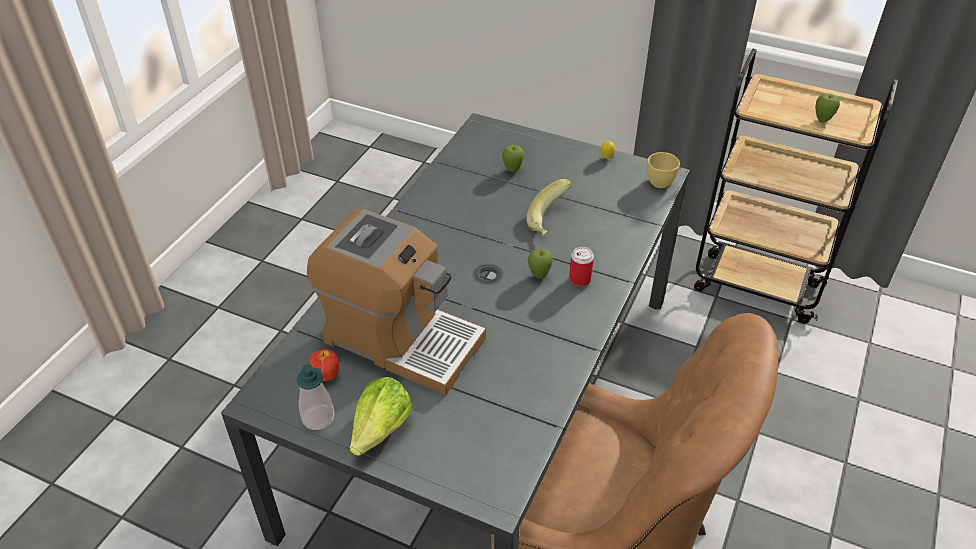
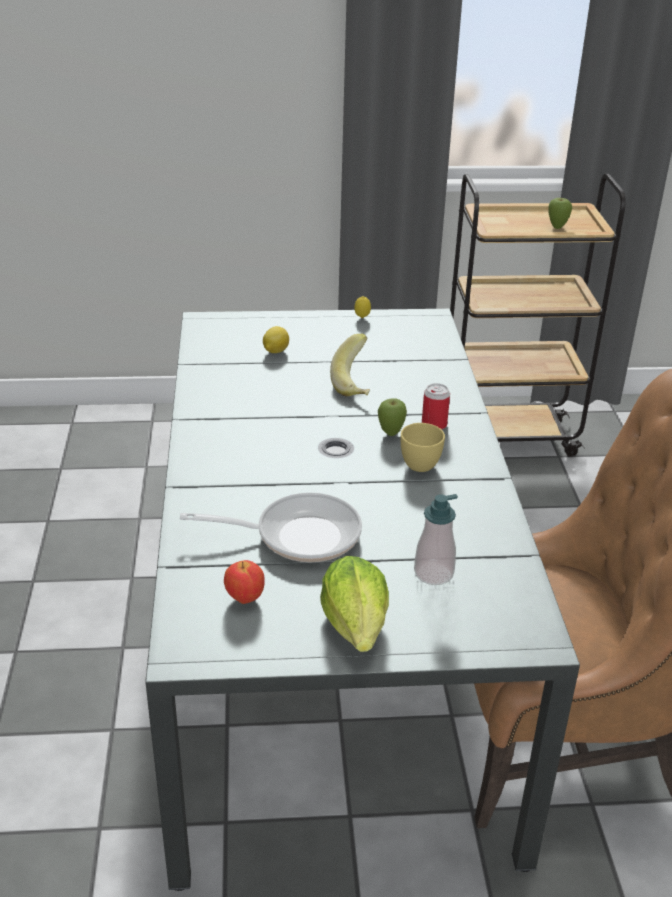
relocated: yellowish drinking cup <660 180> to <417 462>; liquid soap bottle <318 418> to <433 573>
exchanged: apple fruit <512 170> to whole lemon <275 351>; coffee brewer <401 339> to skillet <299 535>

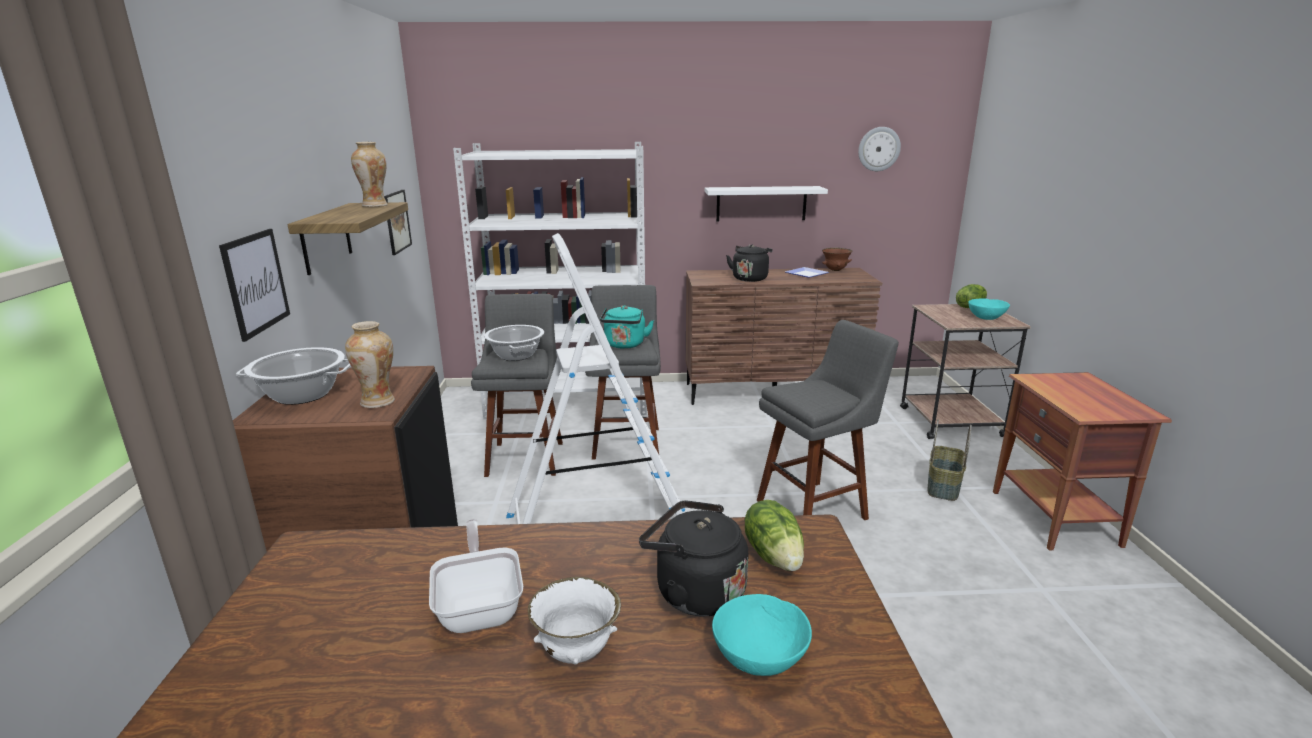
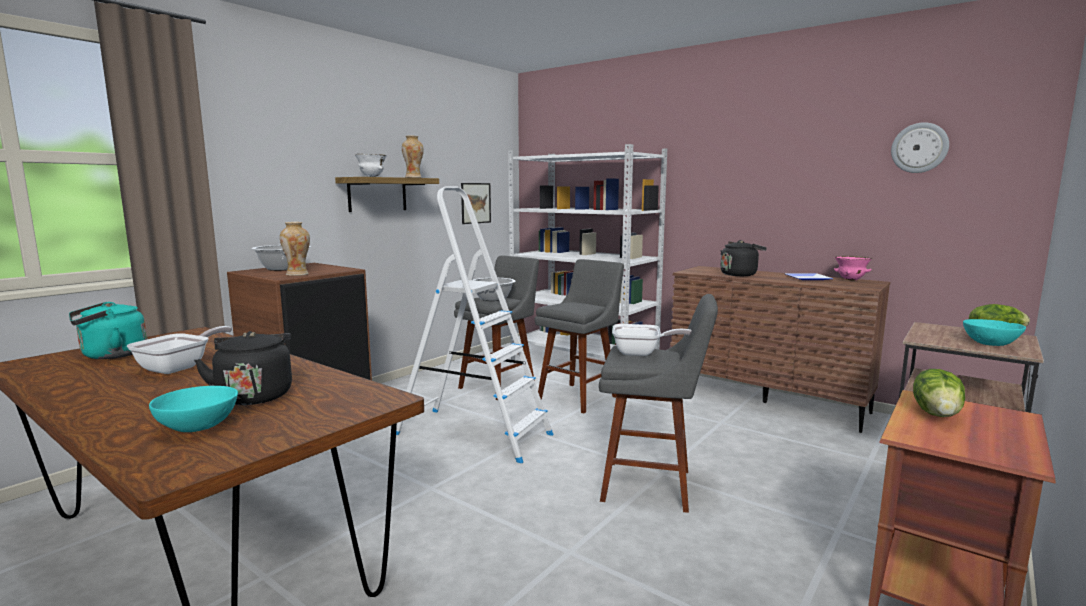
missing: white-coloured shelf <761 203>; wall art <256 282>; basket <942 486>
appeared: skillet <642 353>
relocated: turquoise tea kettle <625 345> to <110 355>; lettuce head <774 555> to <937 414>; white-coloured bowl <576 654> to <372 176>
colour: brown-coloured bowl <835 270> to pink bowl <851 280>

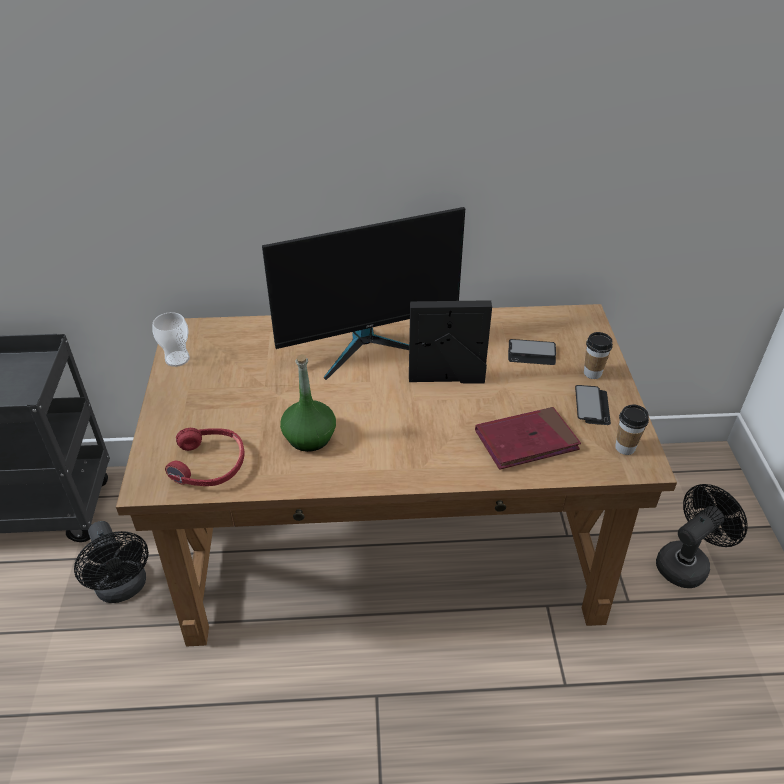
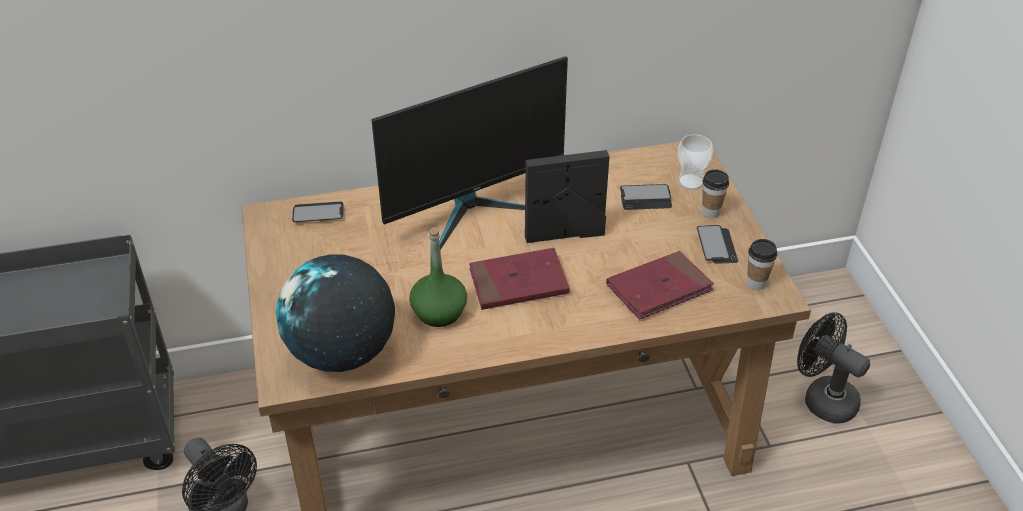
appeared: telephone <318 213>; reddish bound book <518 283>
relocated: drinking cup <177 359> to <691 182>
exchanged: reddish headset <208 465> to globe <342 353>
spun: black-coloured electric fan <687 562> = <822 398> 90 degrees counterclockwise

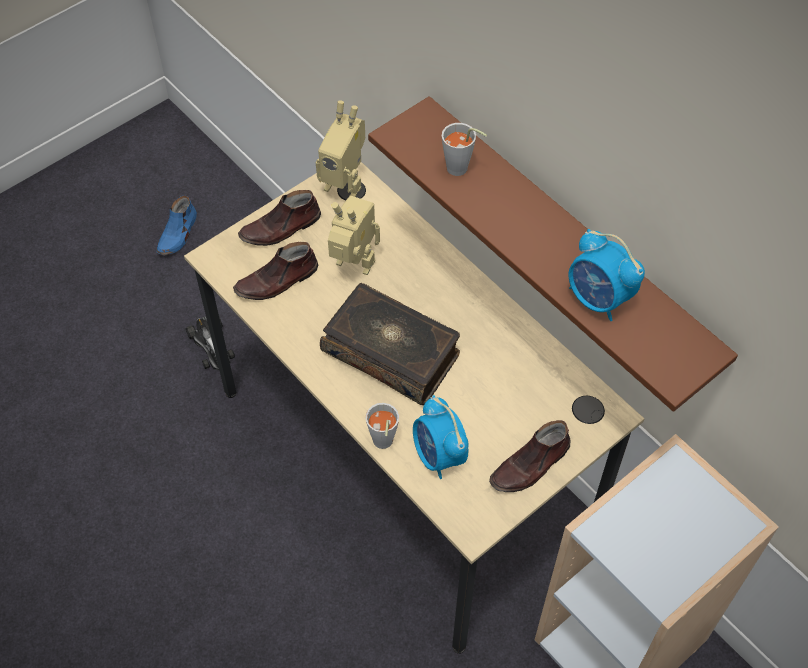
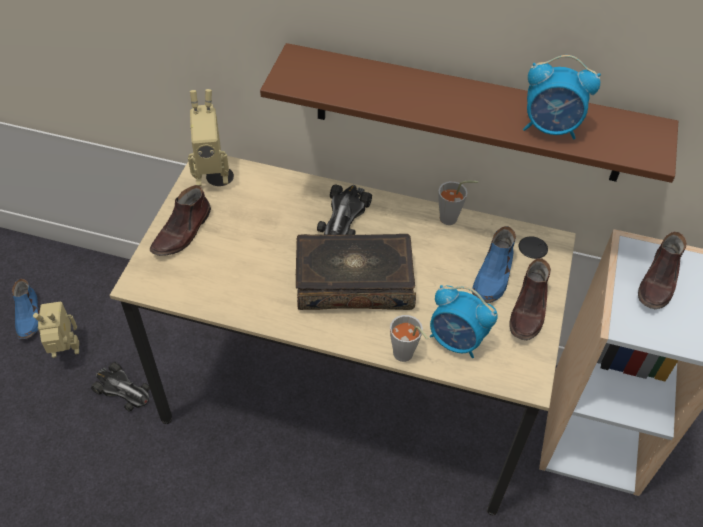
appeared: miniature car <344 216>; bluish shoe <493 275>
relocated: grey drinking cup <461 170> to <452 218>; toy robot <353 267> to <65 353>; brown-coloured shoe <277 281> to <659 282>

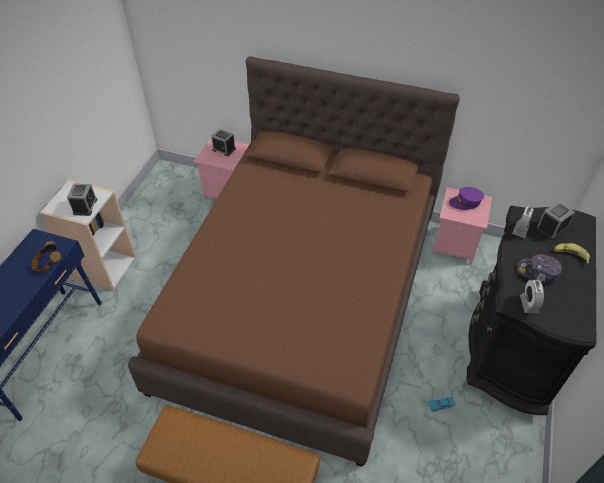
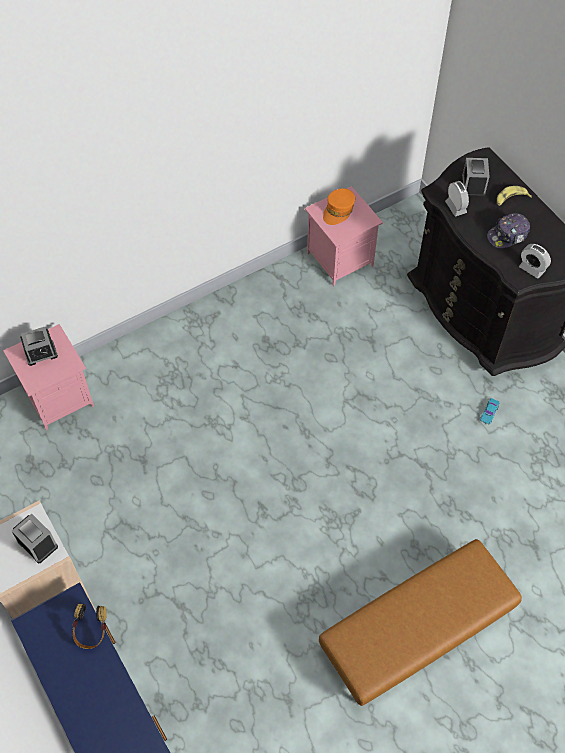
missing: brown-coloured bed <302 299>
colour: purplish baseball cap <465 202> to orange baseball cap <338 211>

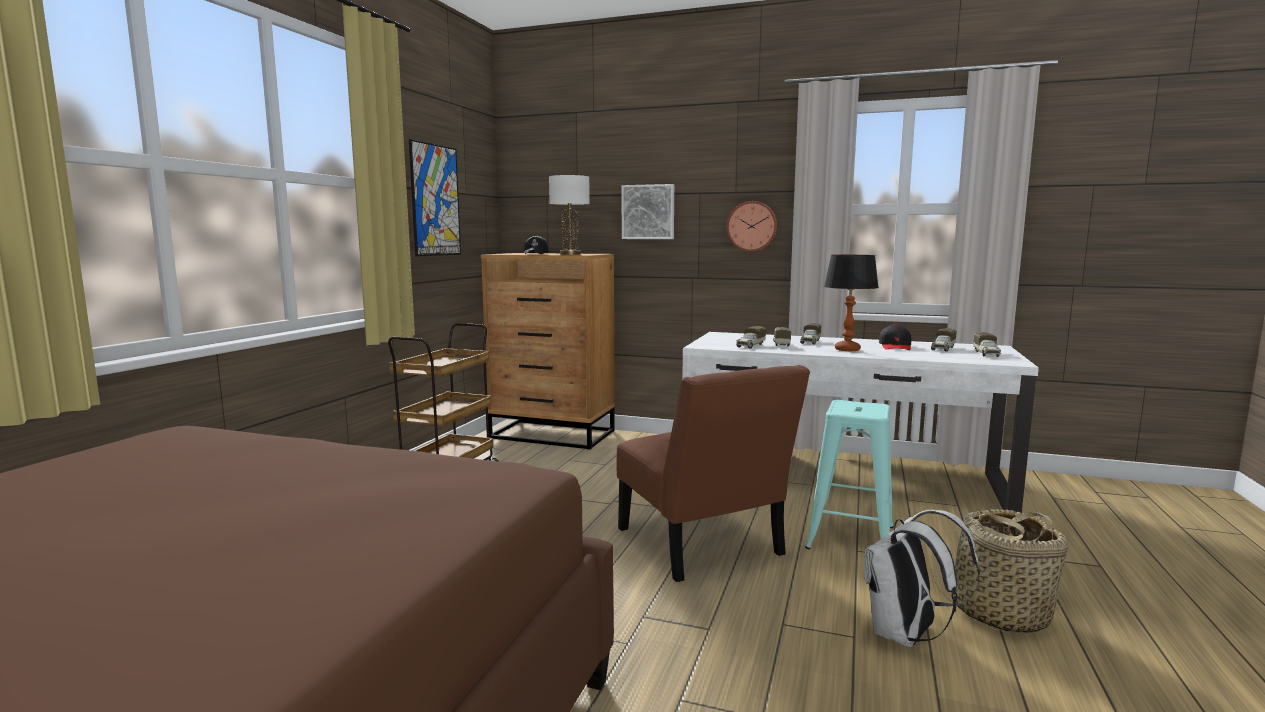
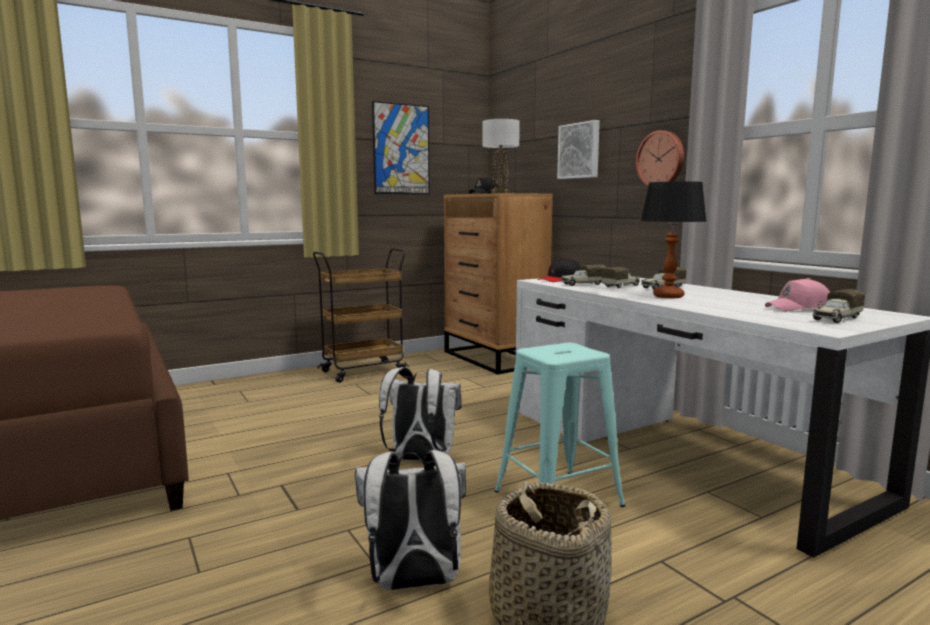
relocated: black-coloured baseball cap <895 346> to <559 279>
exchanged: model truck <942 349> to pink baseball cap <799 308>; brown-coloured chair <703 546> to white-coloured knapsack <420 460>

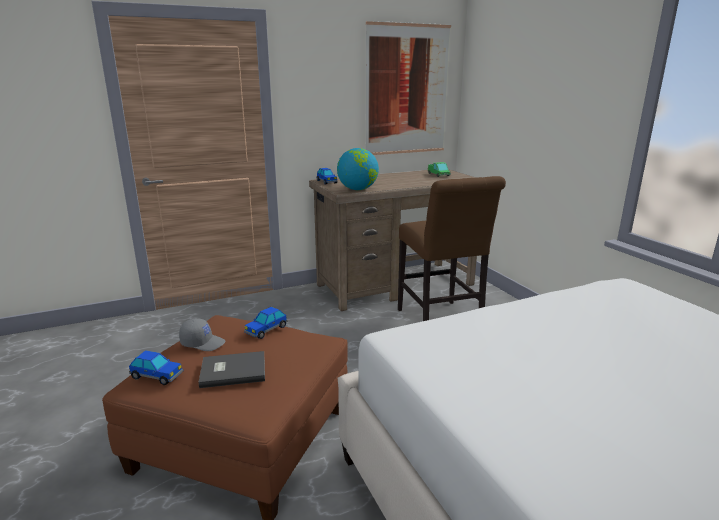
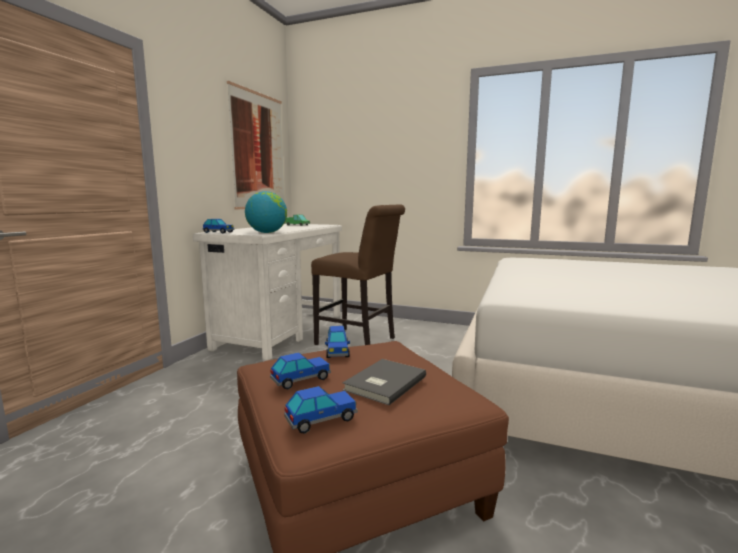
exchanged: grey baseball cap <203 342> to miniature car <301 380>
colour: brown-coloured desk <395 284> to white-coloured desk <281 331>

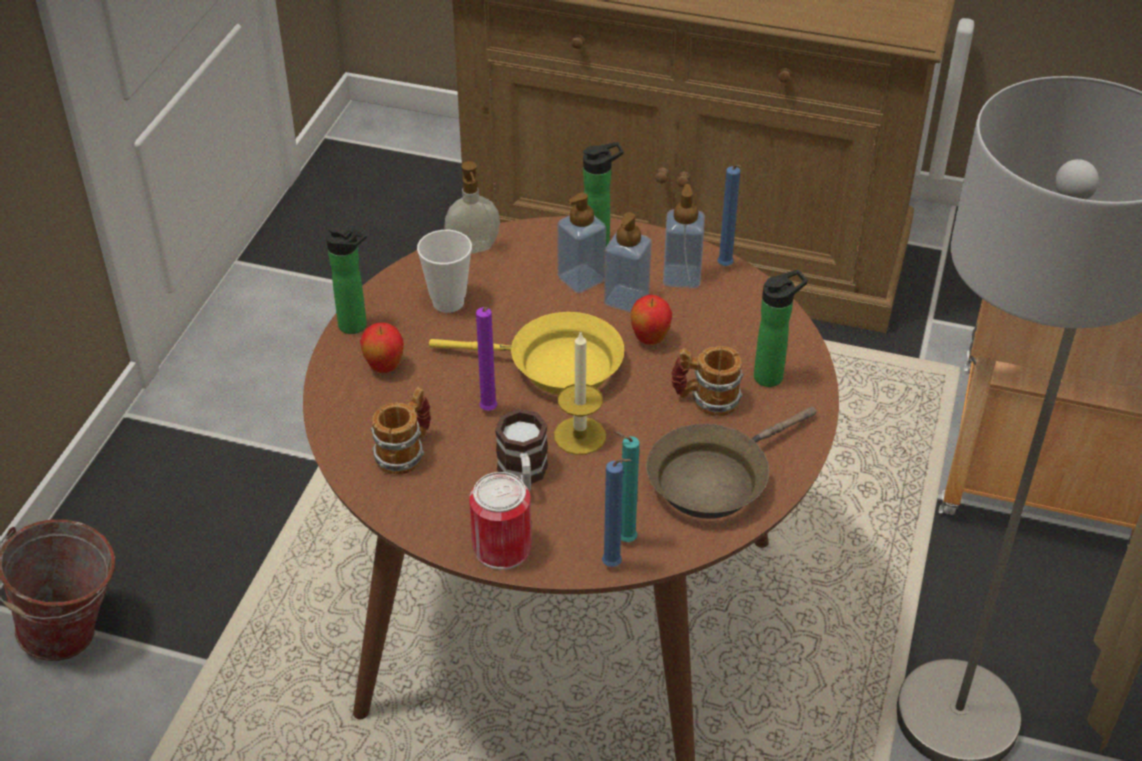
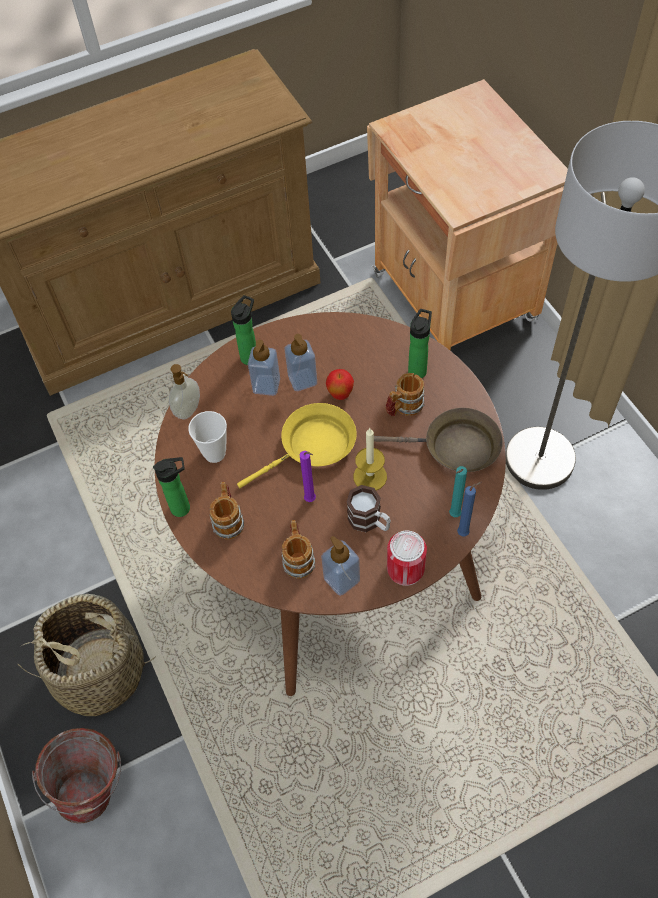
missing: bluish wax candle <726 267>
appeared: basket <99 671>
relocated: liquid soap bottle <681 277> to <341 579>
exchanged: apple fruit <384 367> to coffee mug <228 519>
spun: brown-coloured skillet <714 478> = <455 447> 90 degrees counterclockwise

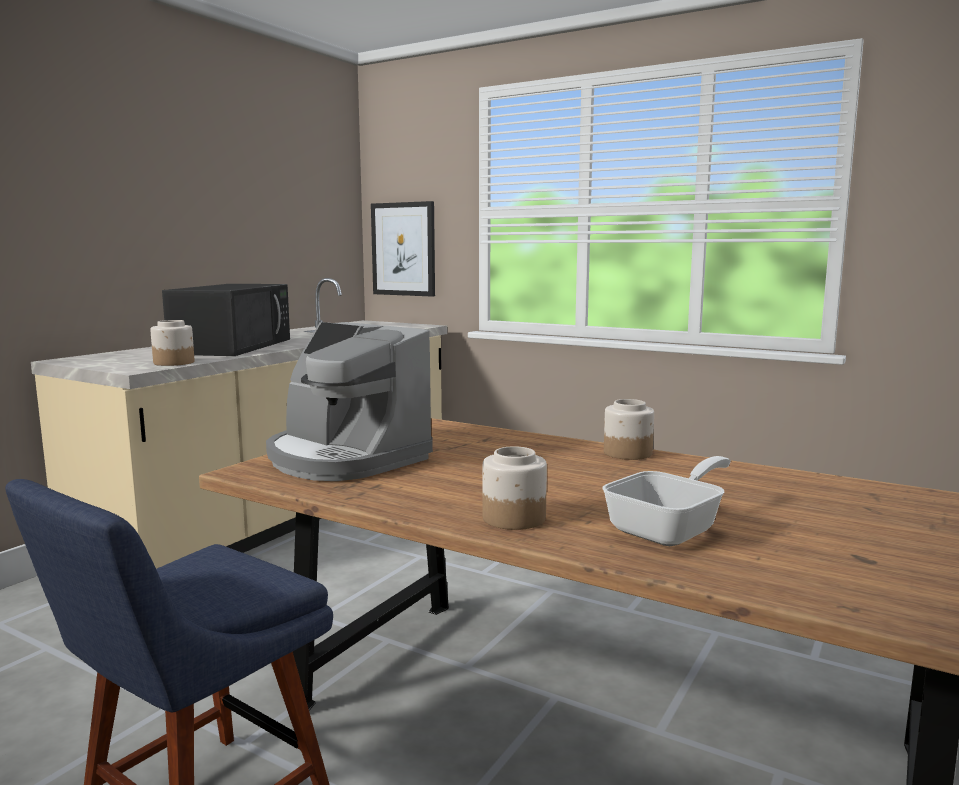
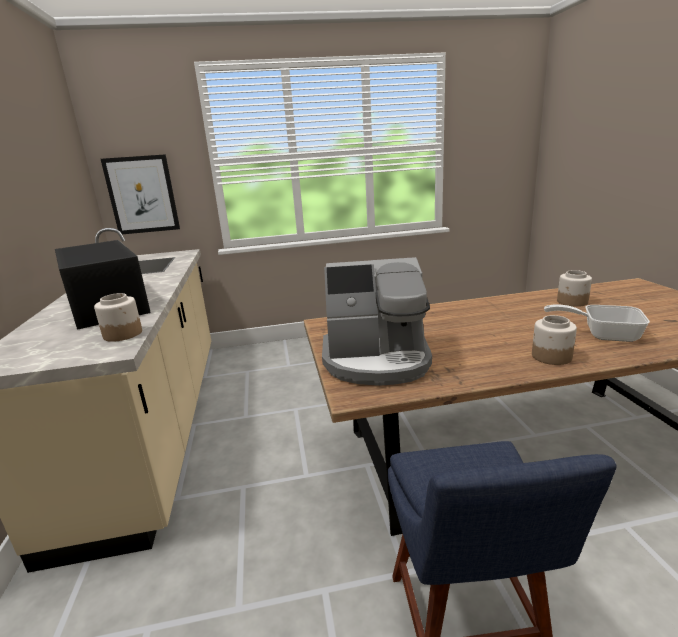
relocated: storage jar <627 453> to <572 302>
spun: skillet <671 528> = <602 334> 75 degrees counterclockwise

